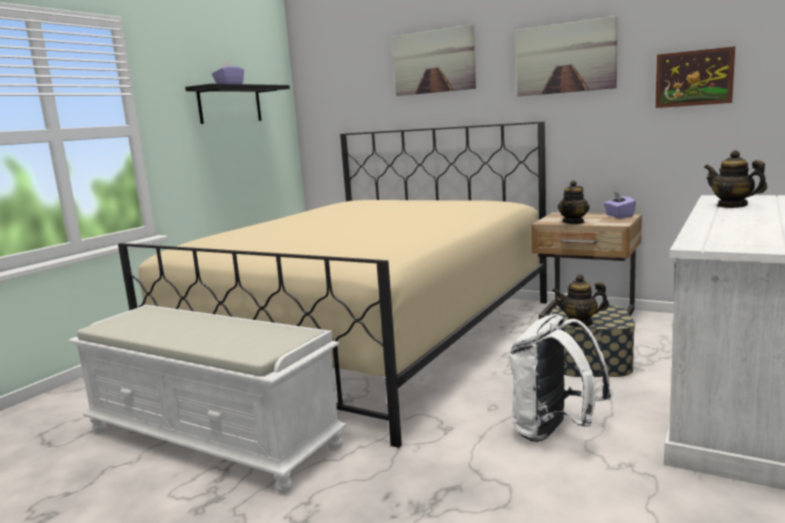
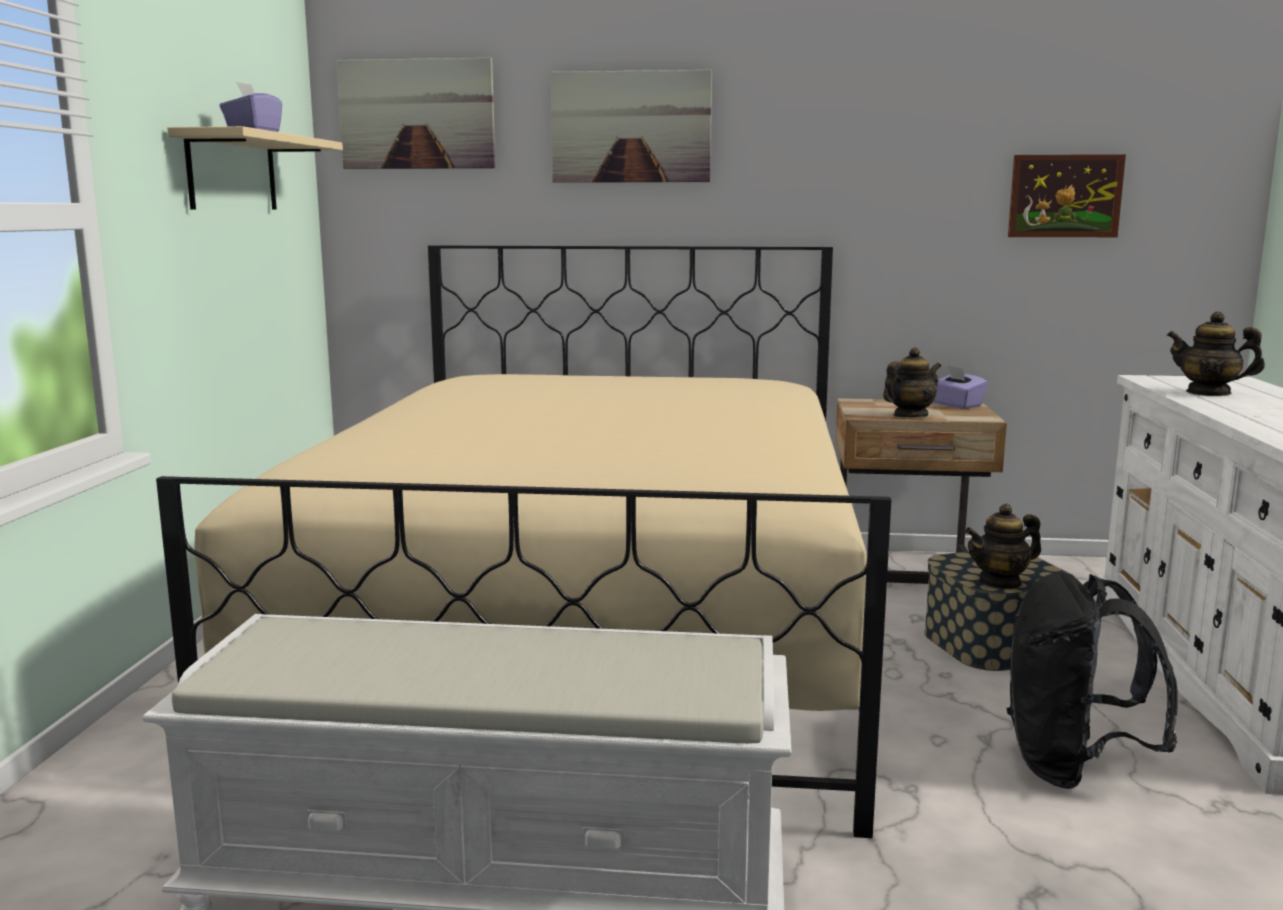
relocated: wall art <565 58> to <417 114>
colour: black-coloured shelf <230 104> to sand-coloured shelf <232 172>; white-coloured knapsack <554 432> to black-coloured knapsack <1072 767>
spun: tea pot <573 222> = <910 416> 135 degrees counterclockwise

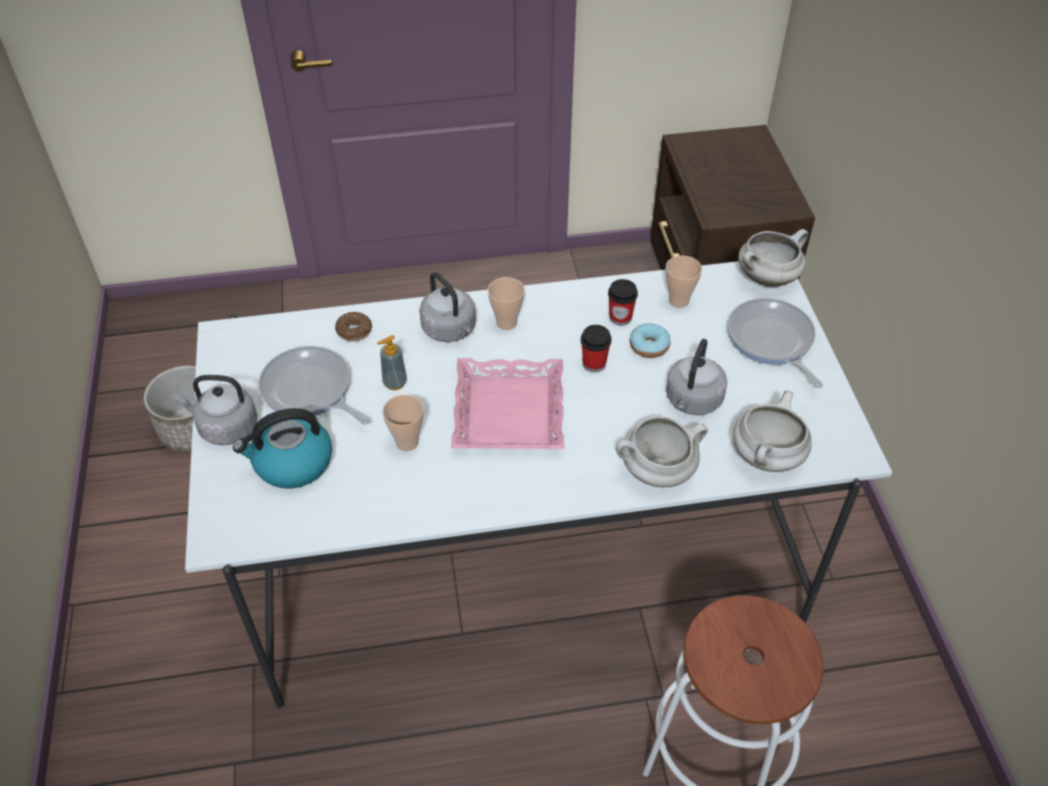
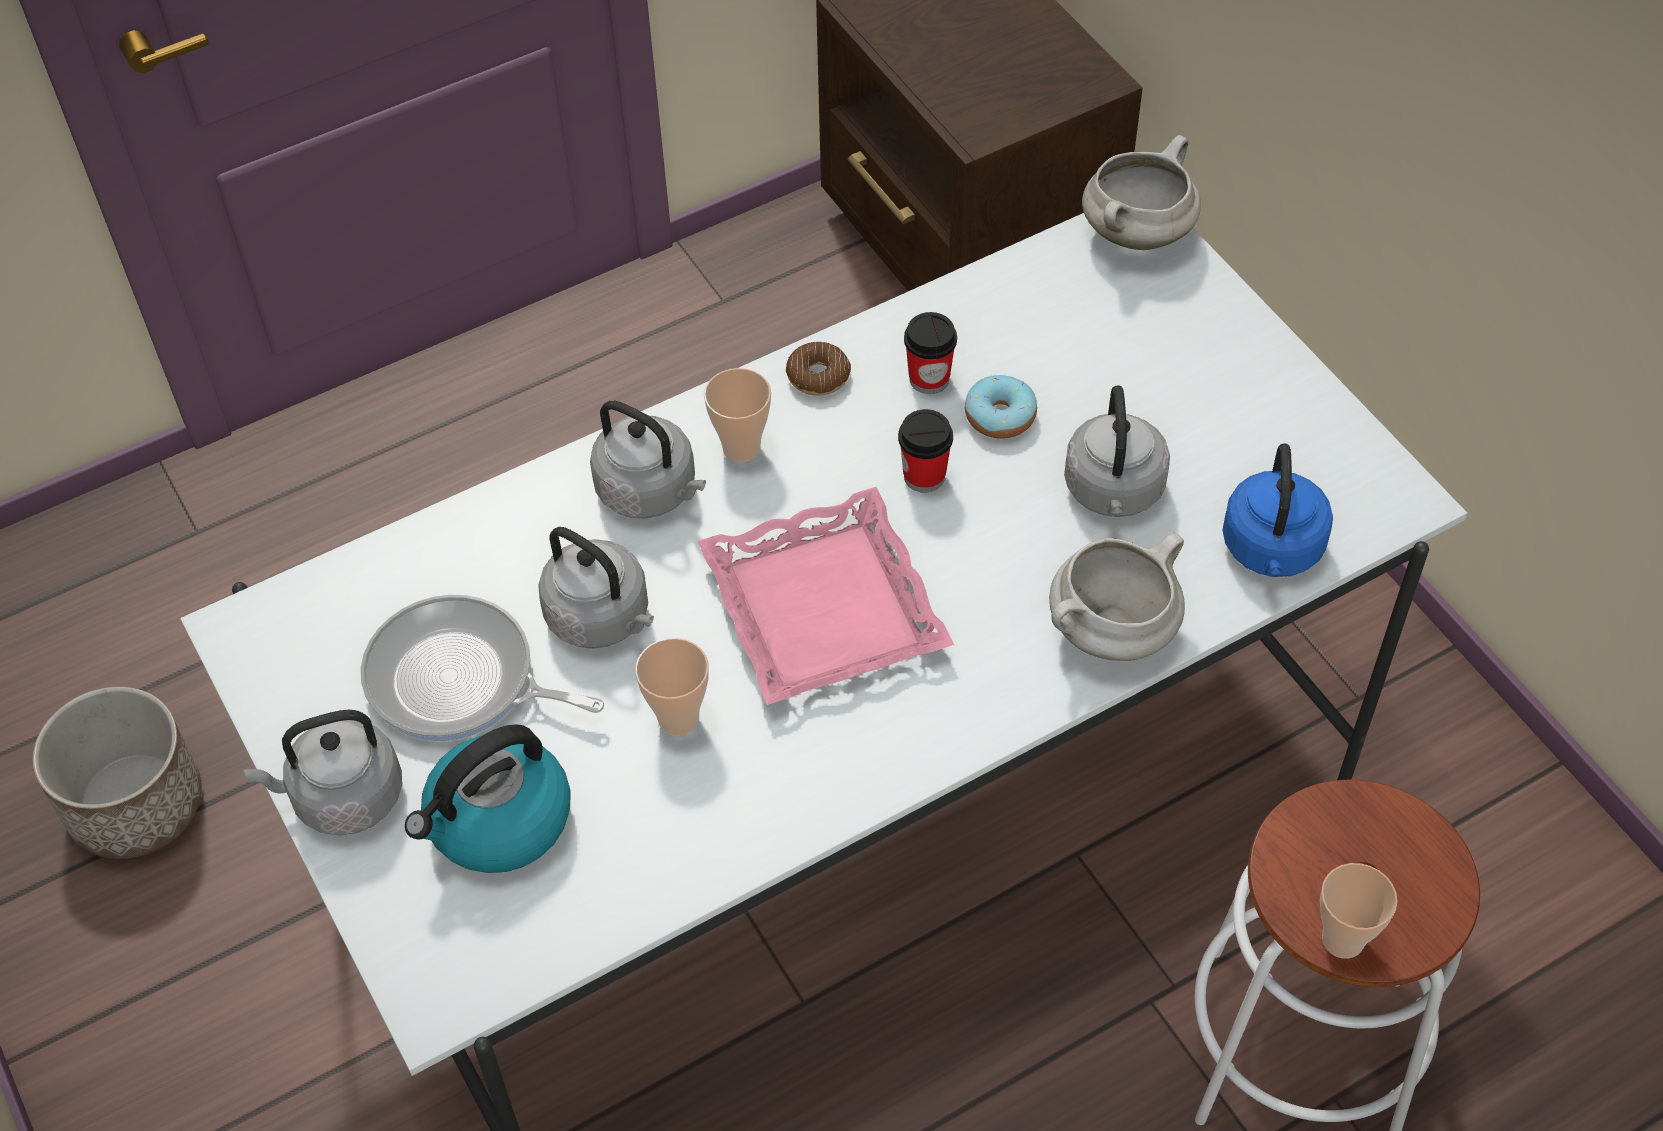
missing: skillet <771 341>
relocated: drinking cup <678 301> to <1342 940>; donut <354 331> to <818 376>
exchanged: liquid soap bottle <395 383> to grey tea kettle <602 618>; white-coloured stockpot <767 457> to bluish tea kettle <1272 550>

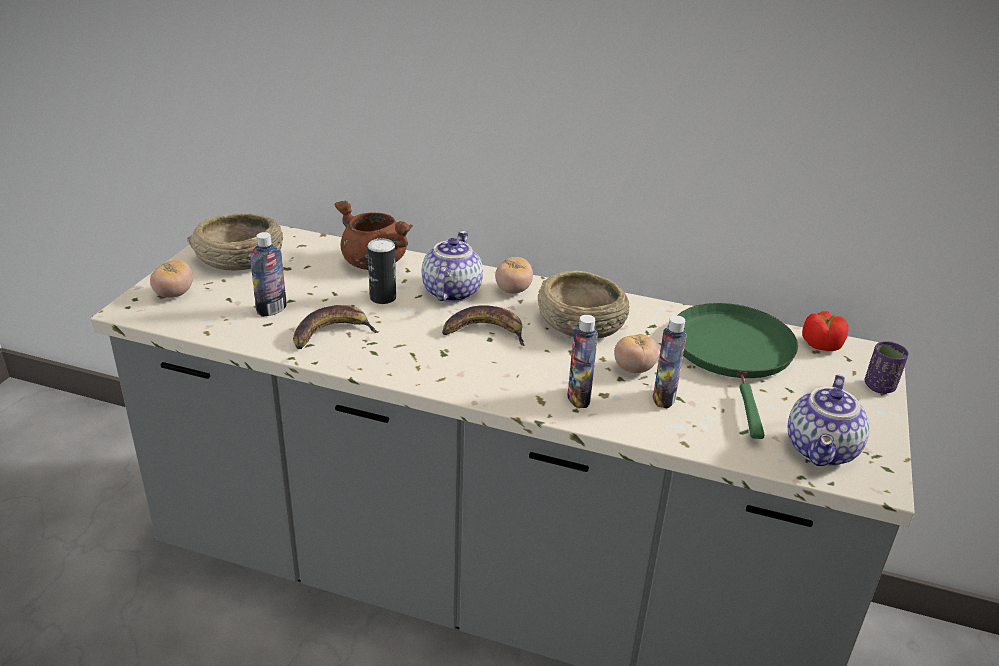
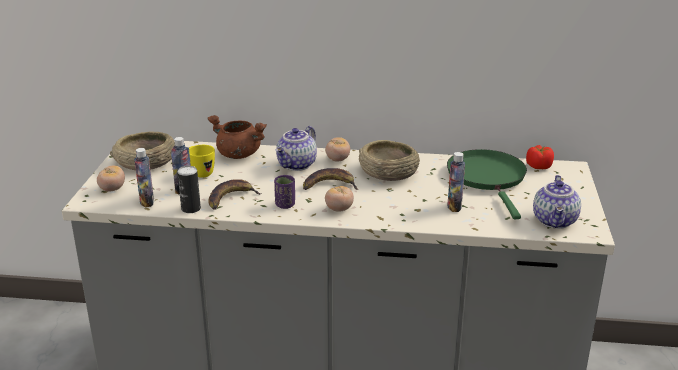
appeared: yellowish coffee mug <200 172>
relocated: sealed can <383 298> to <191 209>; drink bottle <578 398> to <147 202>; tomato <634 369> to <339 209>; purplish drinking cup <879 386> to <285 205>
spun: tea pot <450 291> = <297 165> 150 degrees counterclockwise

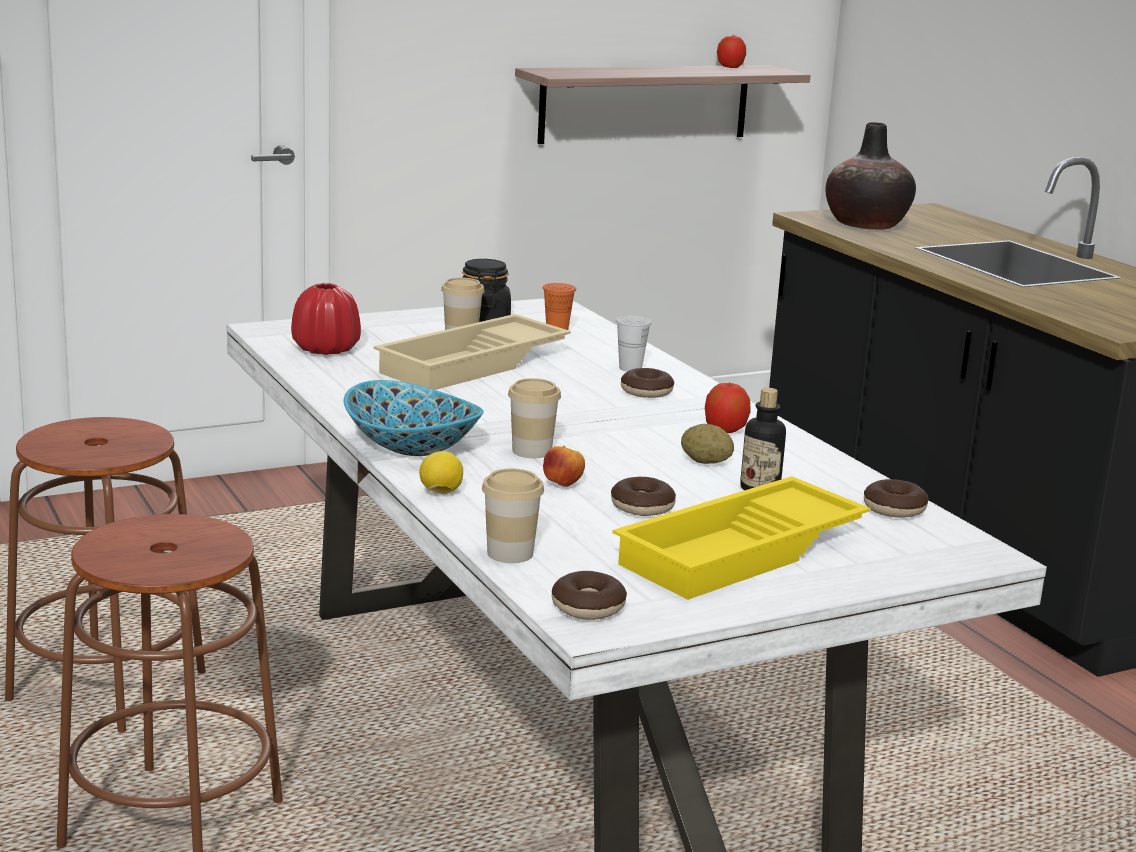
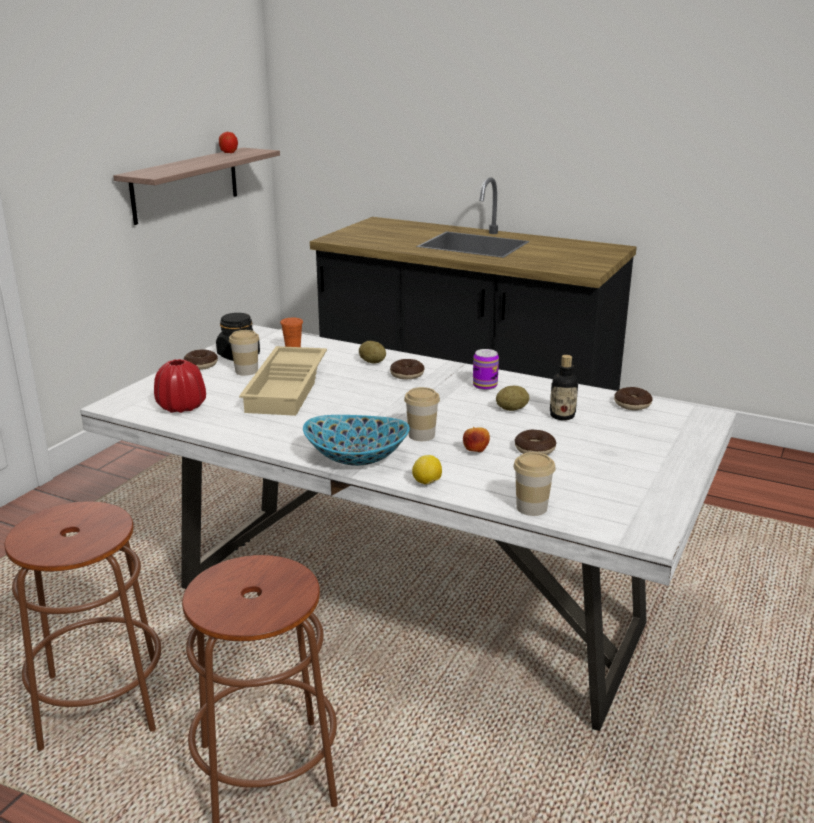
missing: flower vase <866 225>; yellowish tray <742 553>
relocated: donut <588 607> to <201 365>
exchanged: white-coloured drinking cup <630 368> to potato <372 362>; apple fruit <725 430> to sealed can <485 386>

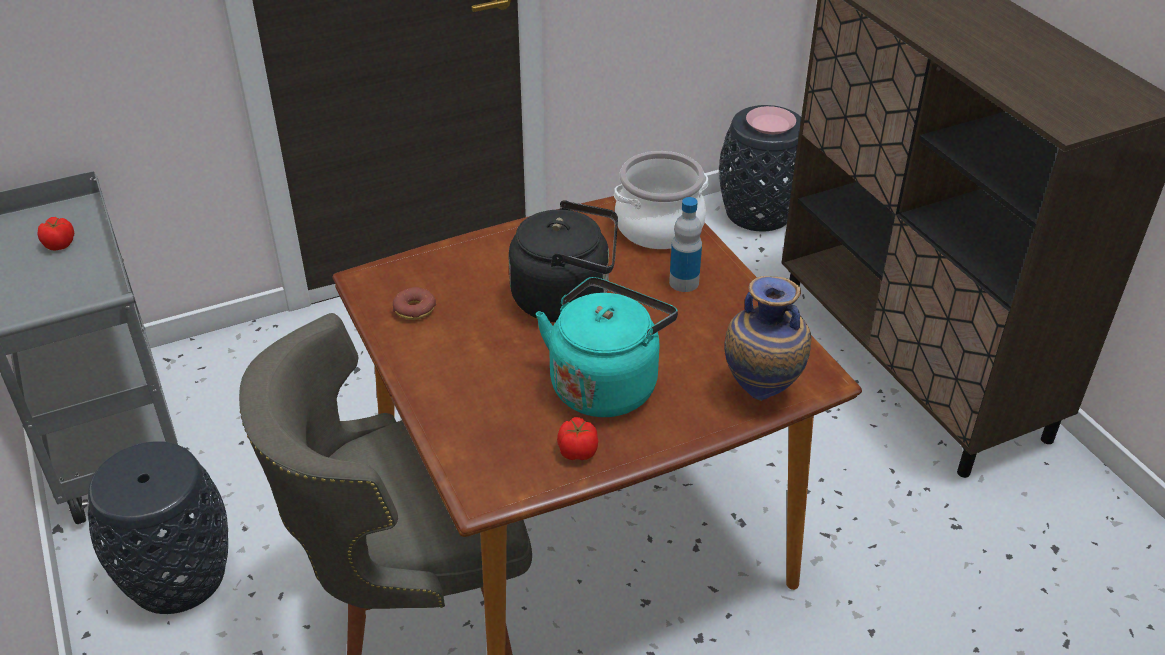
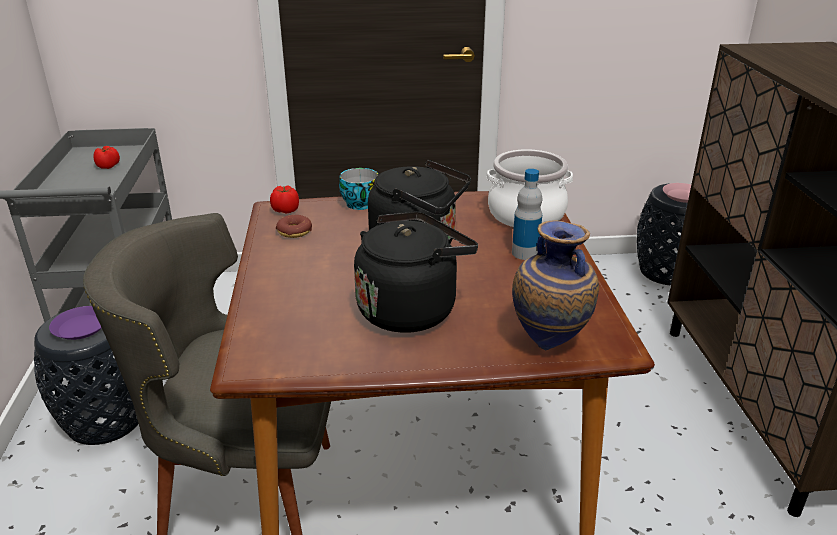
appeared: drinking cup <358 203>; purplish plate <80 327>
relocated: tomato <577 450> to <286 210>
colour: turquoise tea kettle <606 383> to black-coloured tea kettle <411 308>

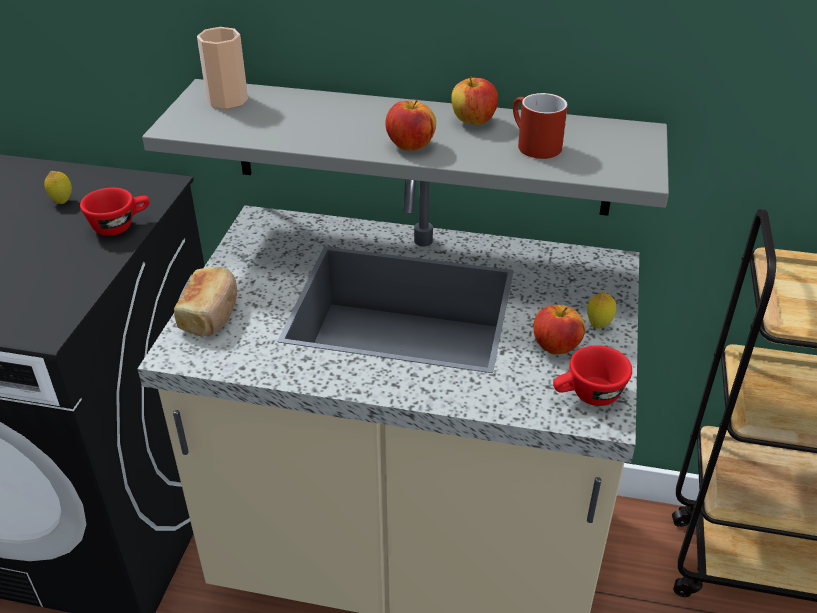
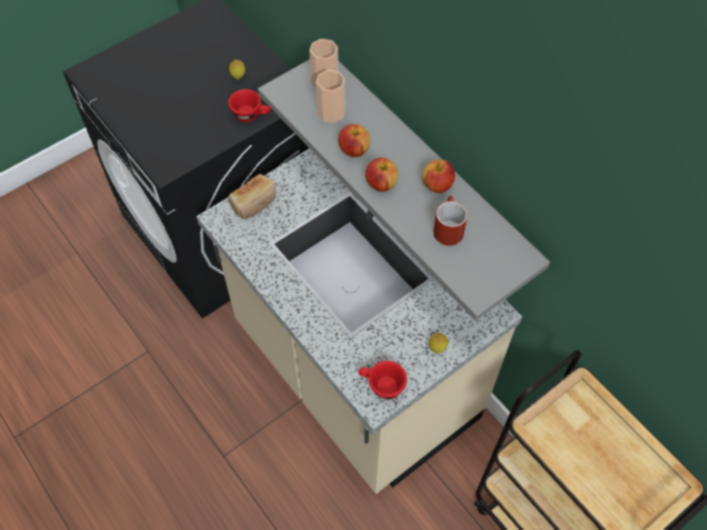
appeared: drinking cup <331 112>
relocated: apple fruit <556 346> to <354 150>

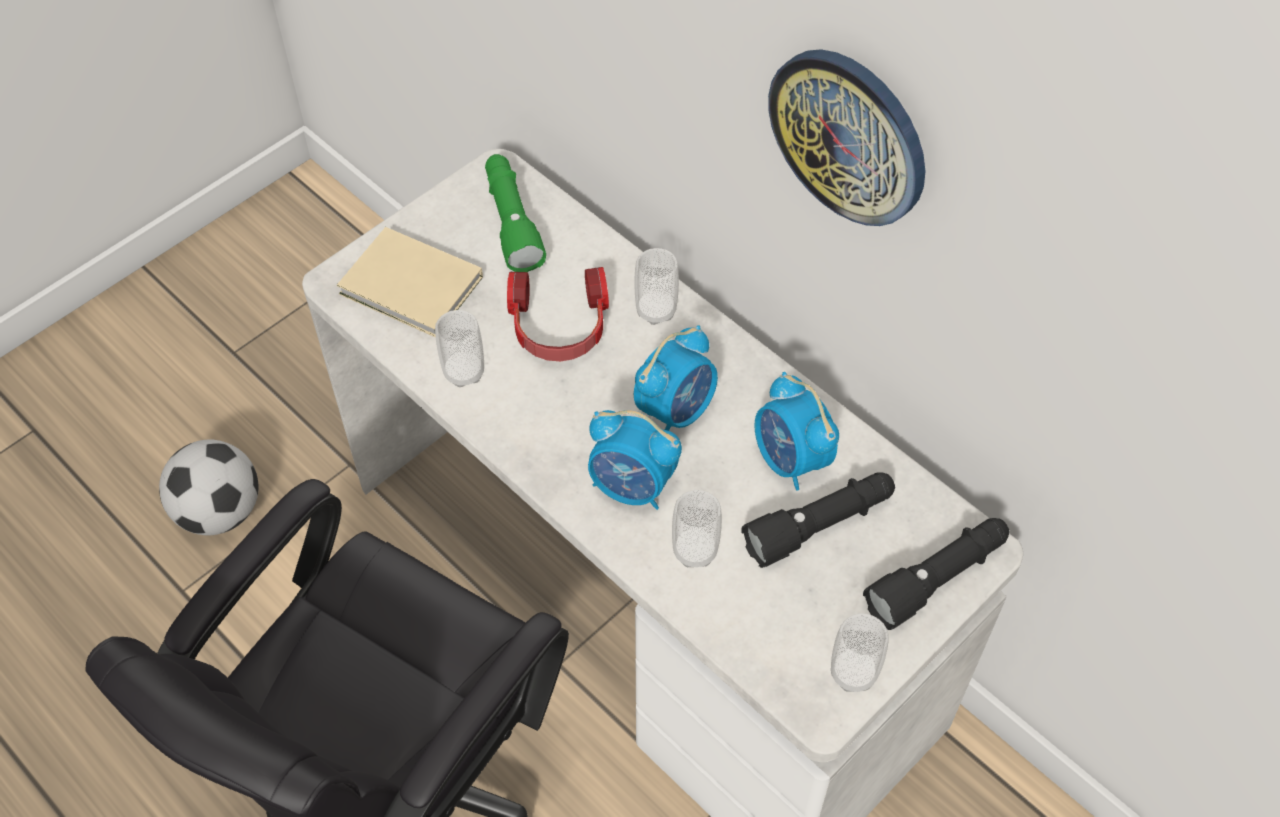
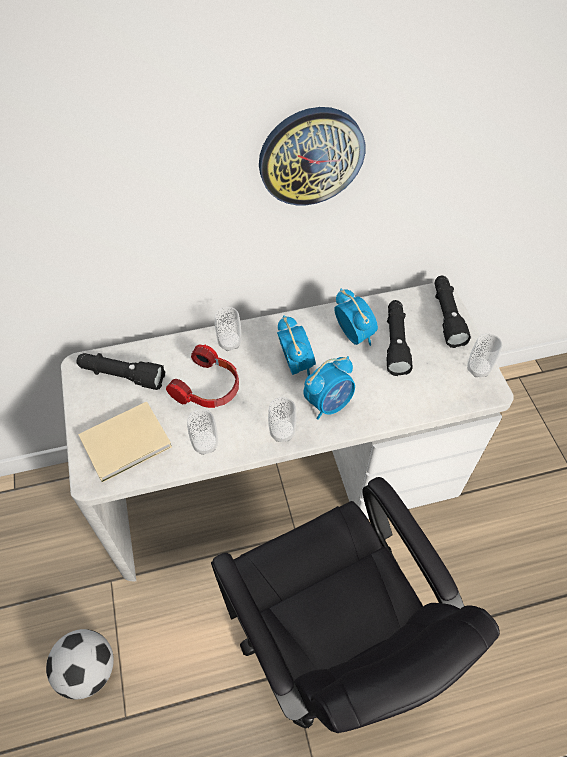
relocated: drinking cup <695 550> to <282 432>
colour: greenish flashlight <512 222> to black-coloured flashlight <121 375>
spun: bedside clock <790 460> = <353 335> 120 degrees counterclockwise

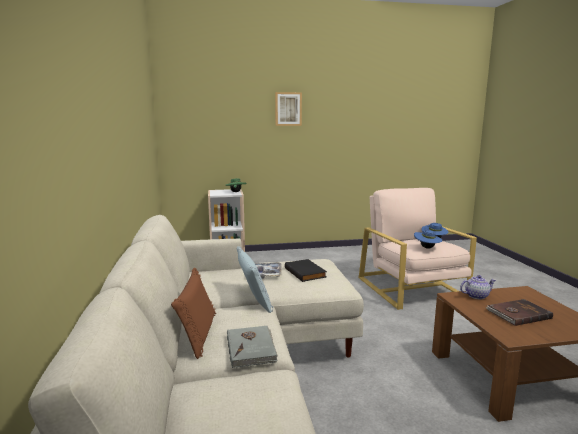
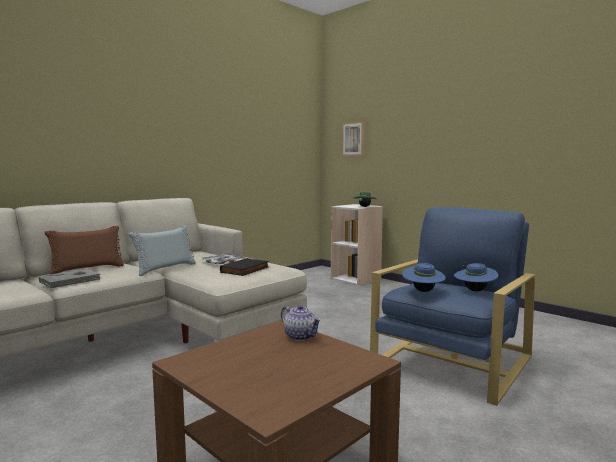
missing: brown-coloured bound book <518 314>
relocated: wall art <288 109> to <353 139>
colour: sand-coloured armchair <411 288> to bluish armchair <451 361>

